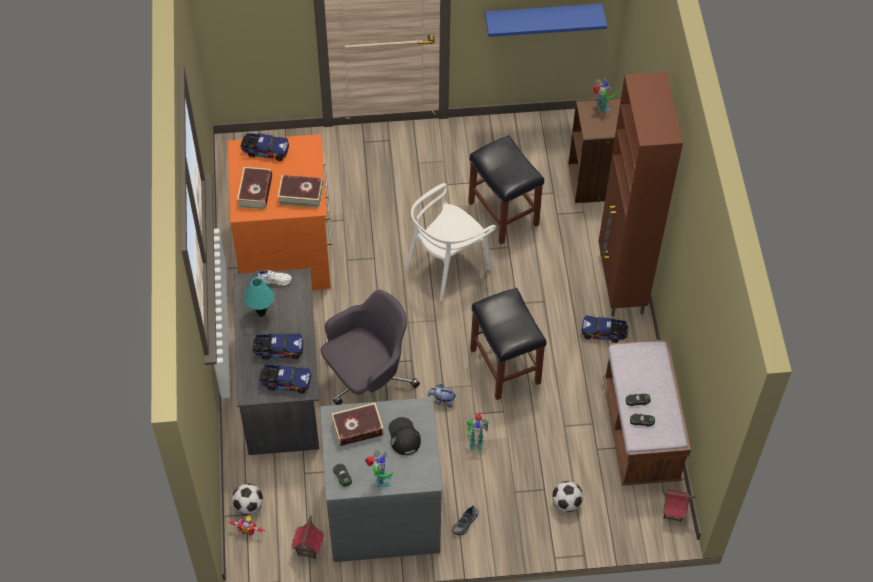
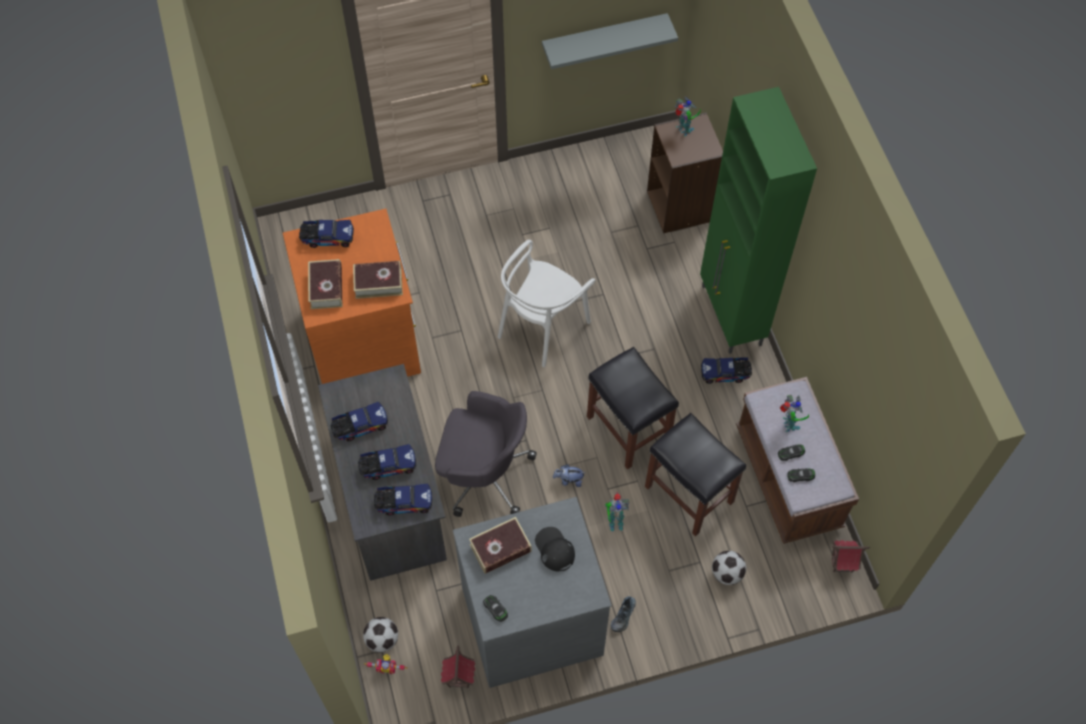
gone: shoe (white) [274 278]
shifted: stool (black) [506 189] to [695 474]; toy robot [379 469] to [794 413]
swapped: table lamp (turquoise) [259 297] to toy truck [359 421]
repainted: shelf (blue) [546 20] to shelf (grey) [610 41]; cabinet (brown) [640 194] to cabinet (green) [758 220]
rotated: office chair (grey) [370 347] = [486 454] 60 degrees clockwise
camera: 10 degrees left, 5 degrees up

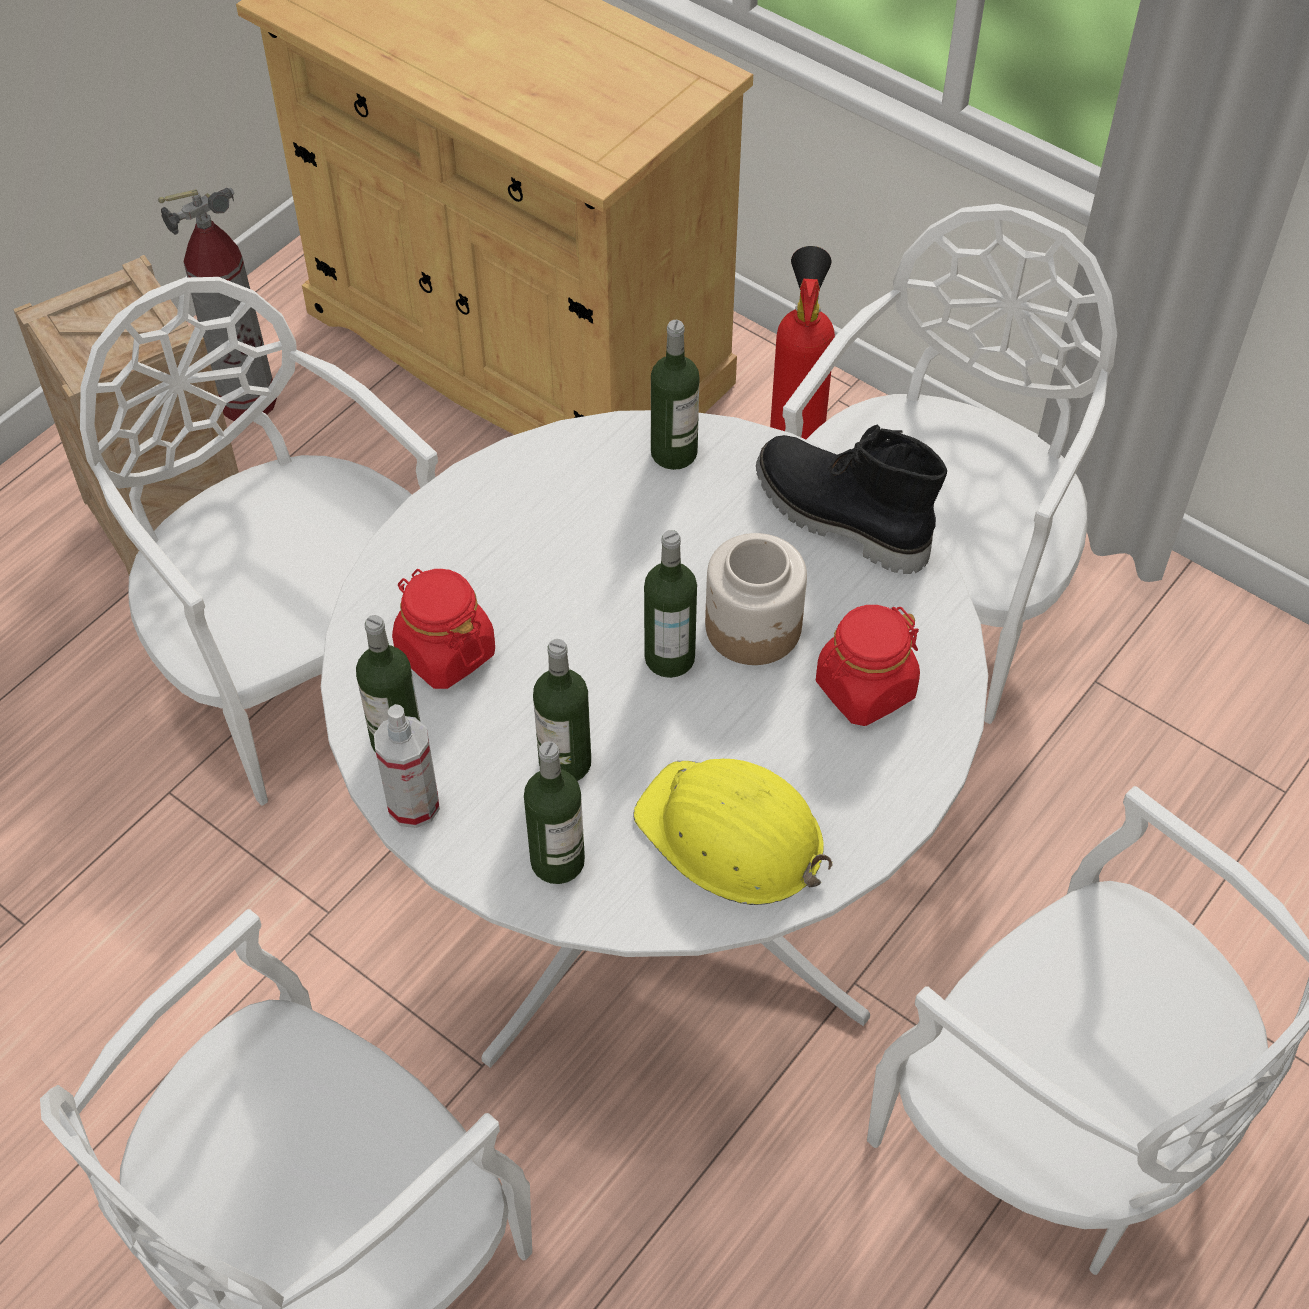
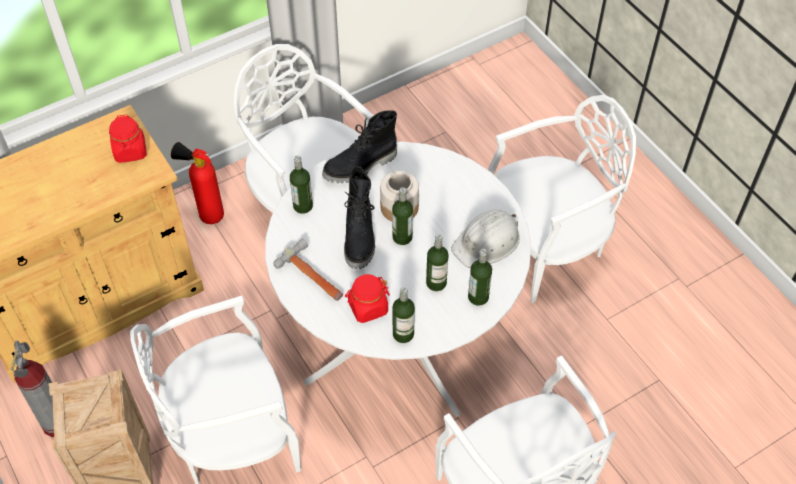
gone: spray bottle [407 766]
new: boot (black) [359 217]; hammer [308 269]
shifted: jar (red) [868 665] to [128 138]
repainted: hard hat (yellow) [732 832] to hard hat (white) [485 239]
camera: 70 degrees left, 0 degrees up

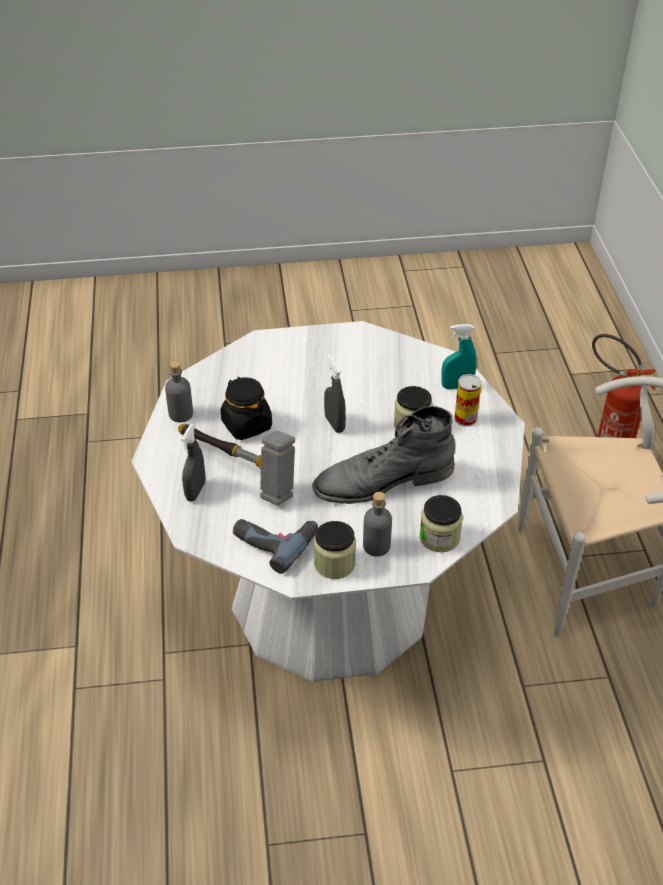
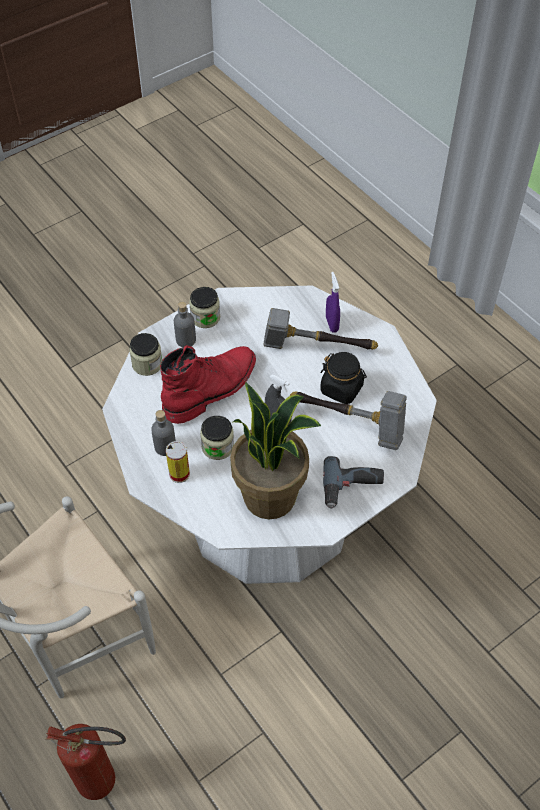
gone: spray bottle (turquoise) [459 356]
new: potted plant [275 450]; hammer [348 420]
shifted: bottle (grey) [179 392] to [163 433]; power drill [275 546] to [353 482]
repainted: boot (grey) [383 455] to boot (red) [208 384]; spray bottle (grey) [193 462] to spray bottle (purple) [333 302]
camera: 150 degrees right, 10 degrees up

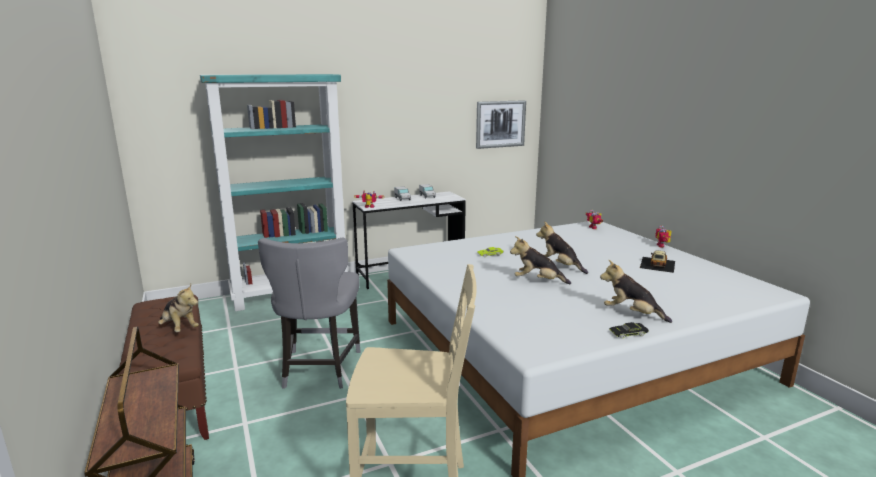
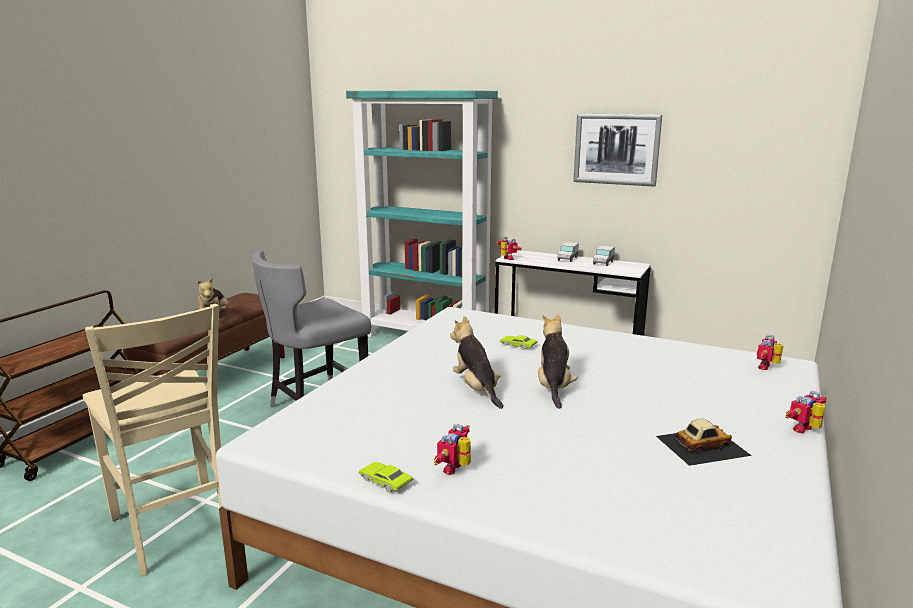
shifted: picture [501 124] to [617 150]
swapped: plush toy [636 291] to toy robot [452 449]
repainted: toy car (black) [629 330] to toy car (green) [385 477]
camera: 50 degrees right, 0 degrees up

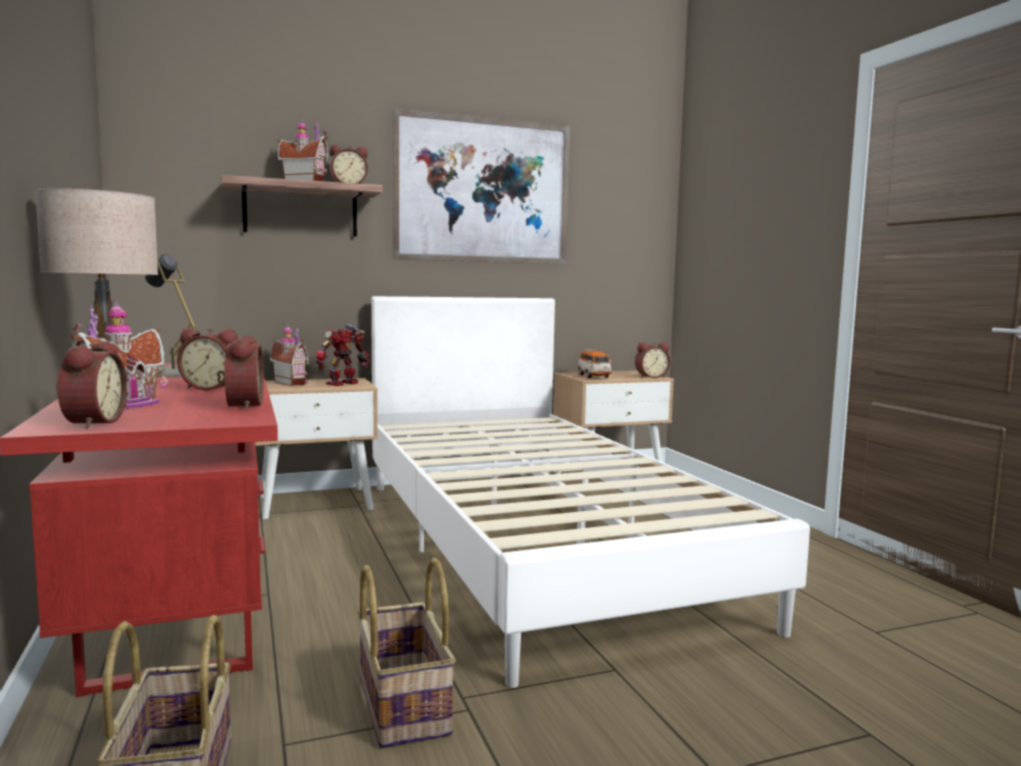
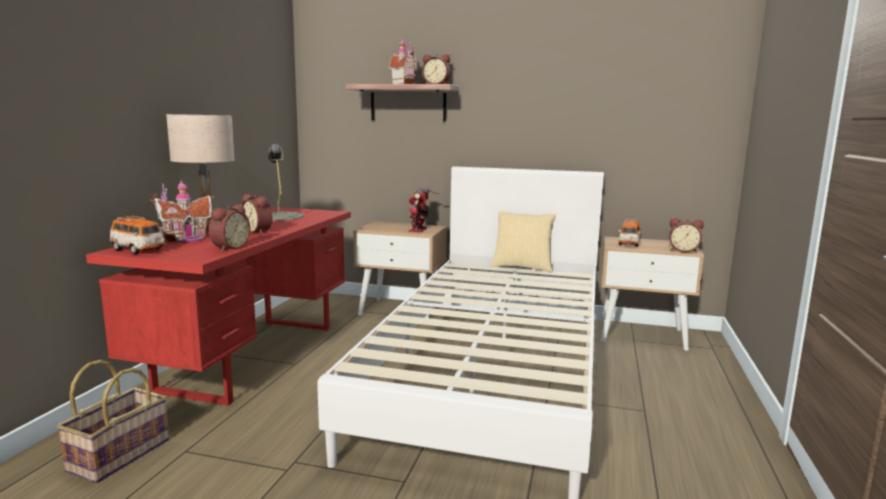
gone: picture [481 186]; toy house [289 355]; basket [406 653]
new: pillow [523 241]
swapped: alarm clock [91 385] to toy car [138 234]
rotated: toy robot [343 355] = [424 209] 60 degrees counterclockwise
camera: 35 degrees right, 5 degrees up

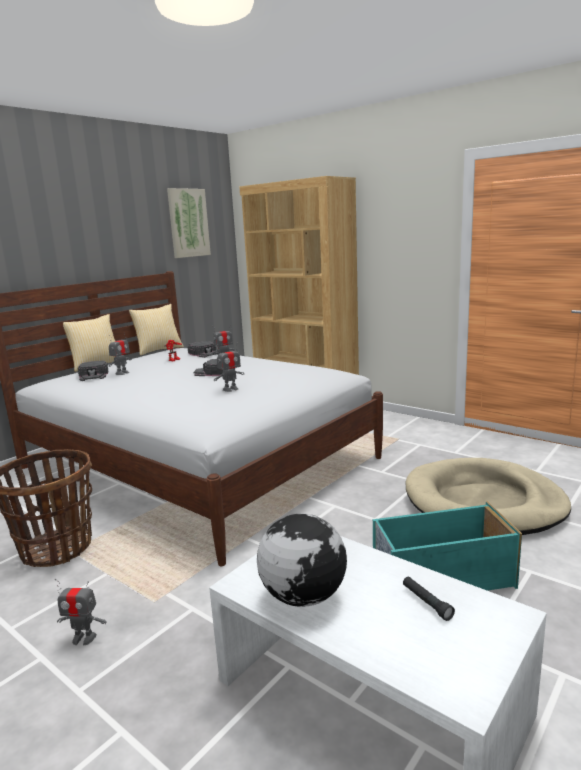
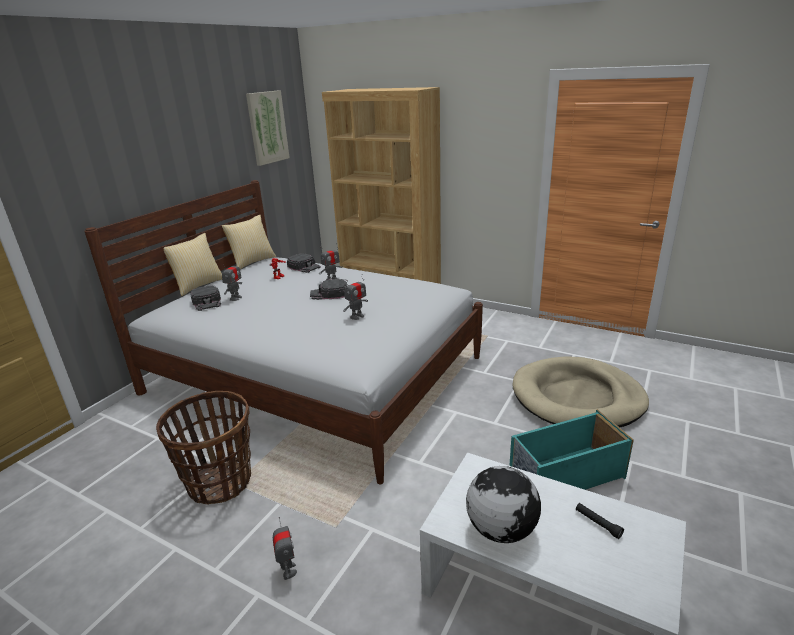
rotated: toy robot [80 612] = [285 548] 105 degrees counterclockwise
camera: 10 degrees left, 10 degrees up

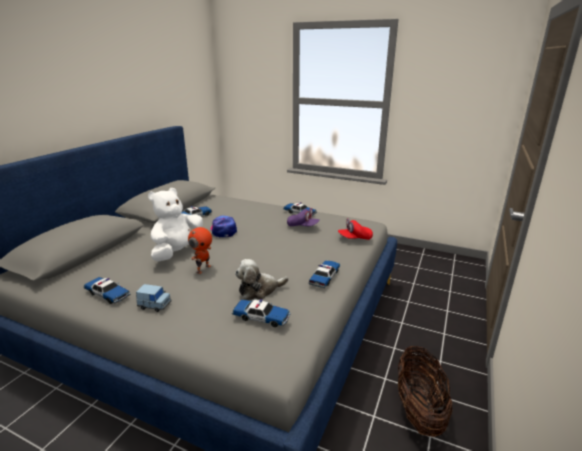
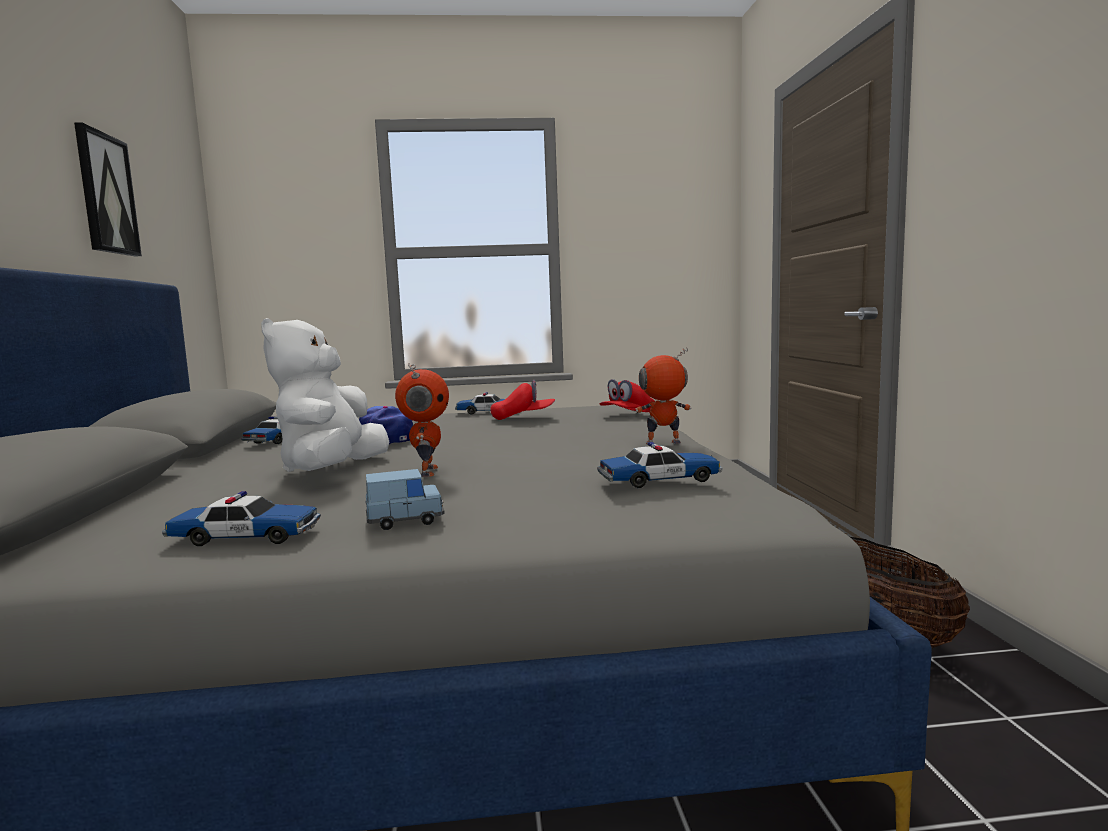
gone: plush toy [262 279]
new: picture [108 189]
swapped: toy car [324 274] to toy robot [663 396]
repainted: cap (purple) [303 217] to cap (red) [522 400]
camera: 30 degrees left, 15 degrees down

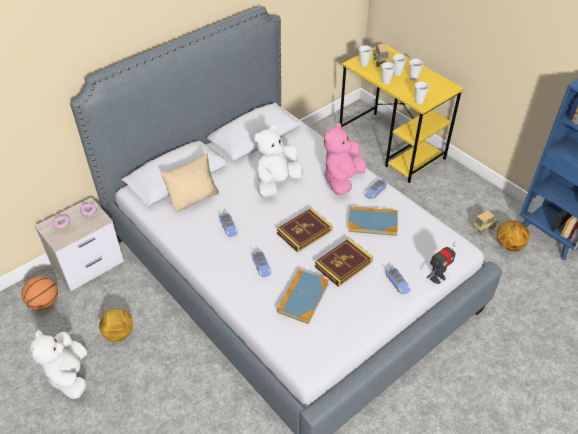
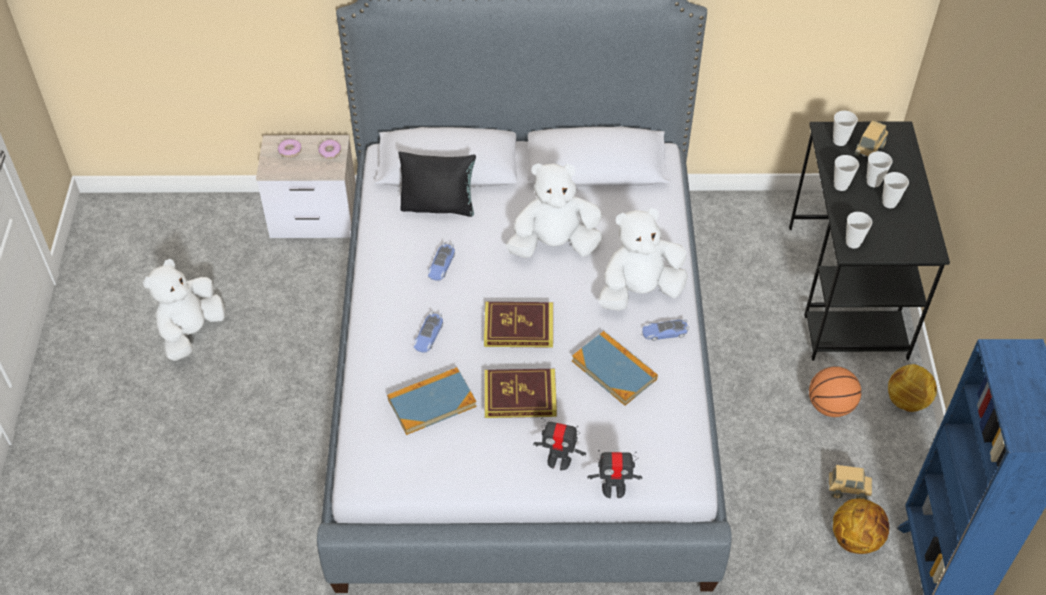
shifted: basketball [39 293] to [835 391]; football [116 325] to [912 388]
swapped: toy car [398 279] to toy robot [559 444]
repainted: desk (yellow) [402 113] to desk (black) [869 241]; plush toy (pink) [345 159] to plush toy (white) [643 259]; pillow (beige) [190 183] to pillow (black) [437 184]
camera: 40 degrees right, 5 degrees up

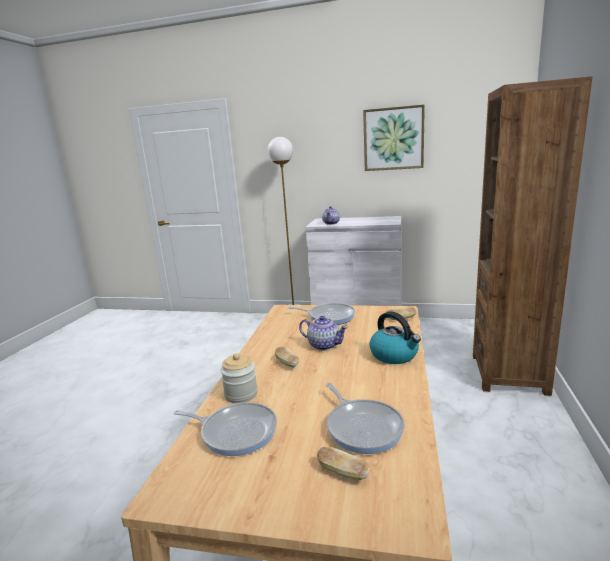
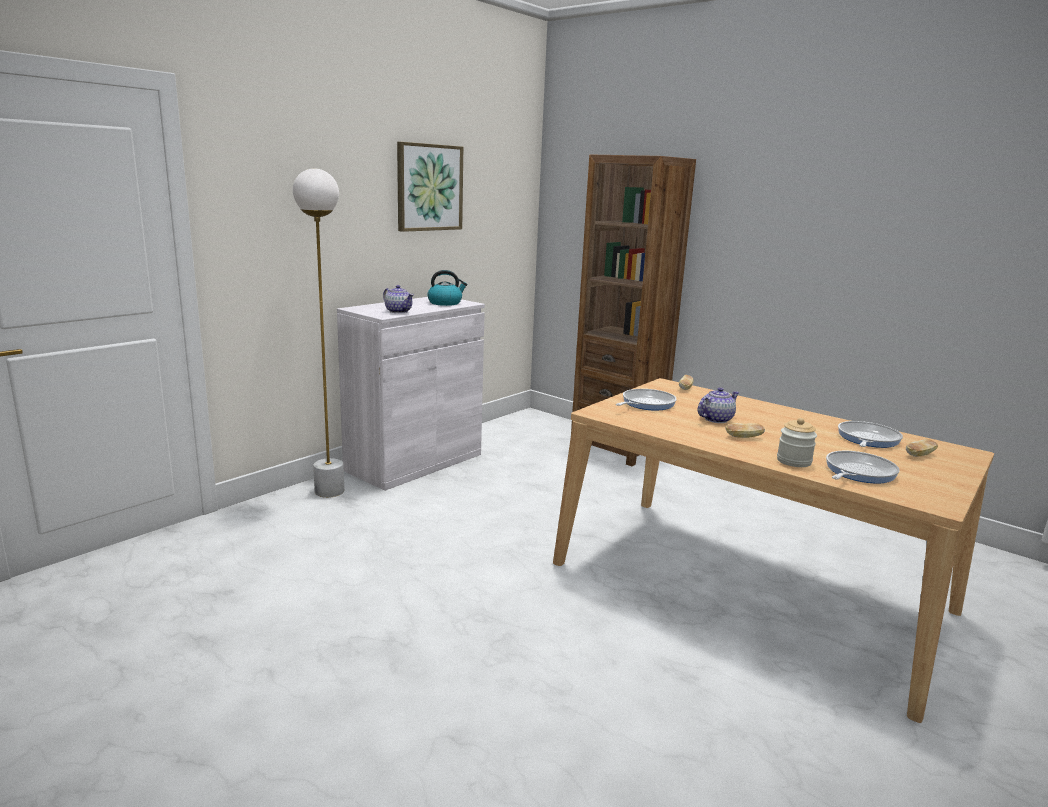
shifted: kettle [395 337] to [447 288]
rotated: frying pan [365 418] = [870 434] 60 degrees counterclockwise
camera: 65 degrees left, 0 degrees up

